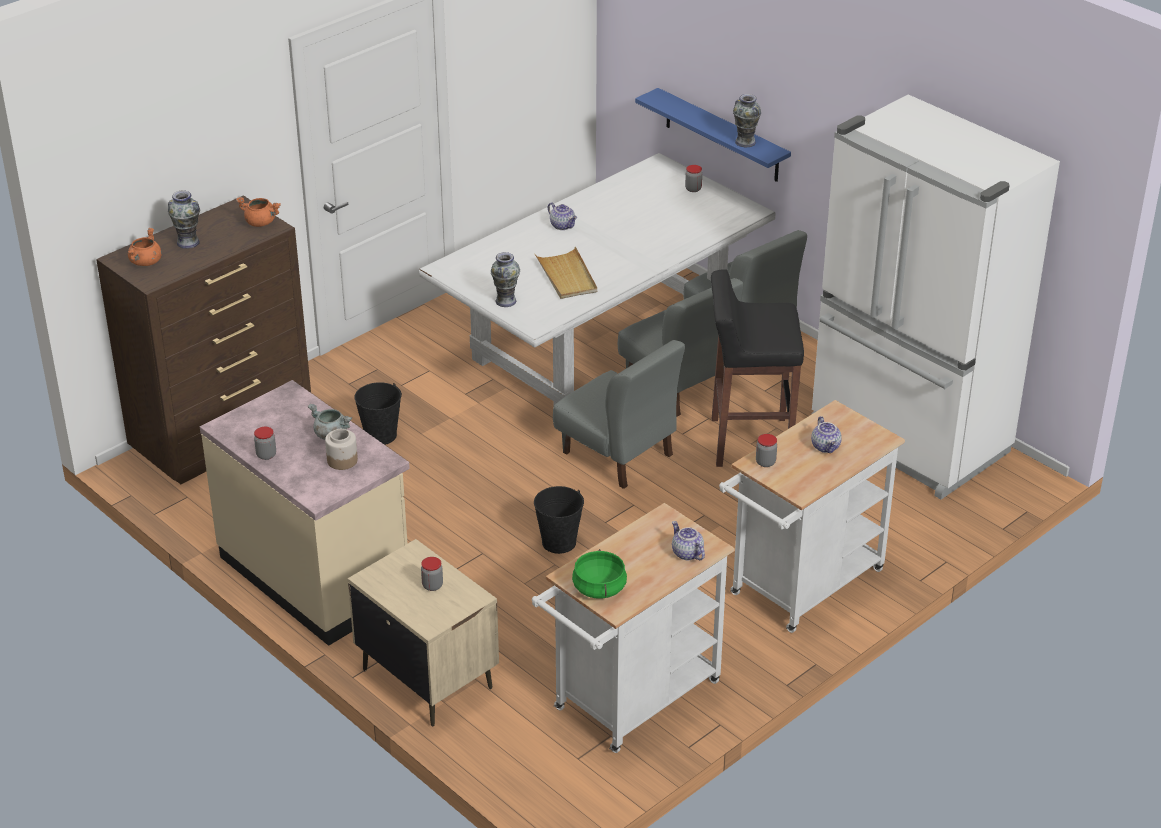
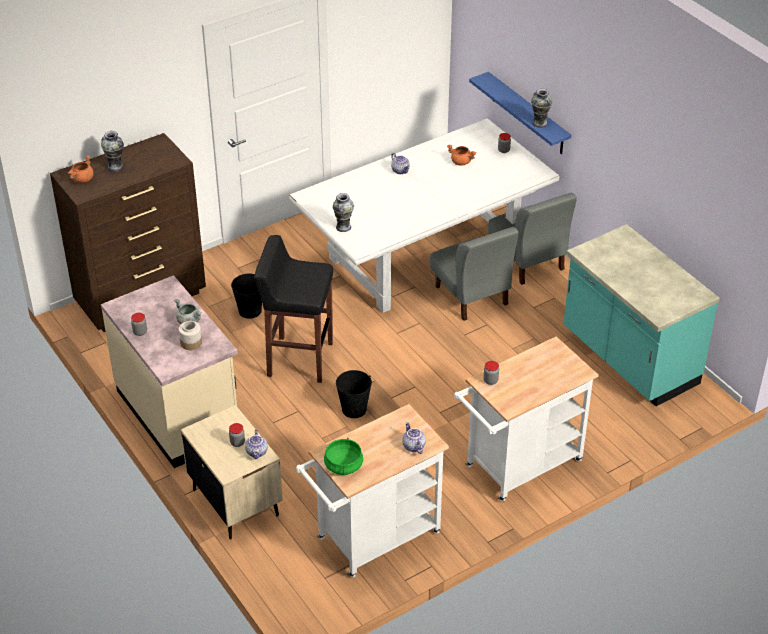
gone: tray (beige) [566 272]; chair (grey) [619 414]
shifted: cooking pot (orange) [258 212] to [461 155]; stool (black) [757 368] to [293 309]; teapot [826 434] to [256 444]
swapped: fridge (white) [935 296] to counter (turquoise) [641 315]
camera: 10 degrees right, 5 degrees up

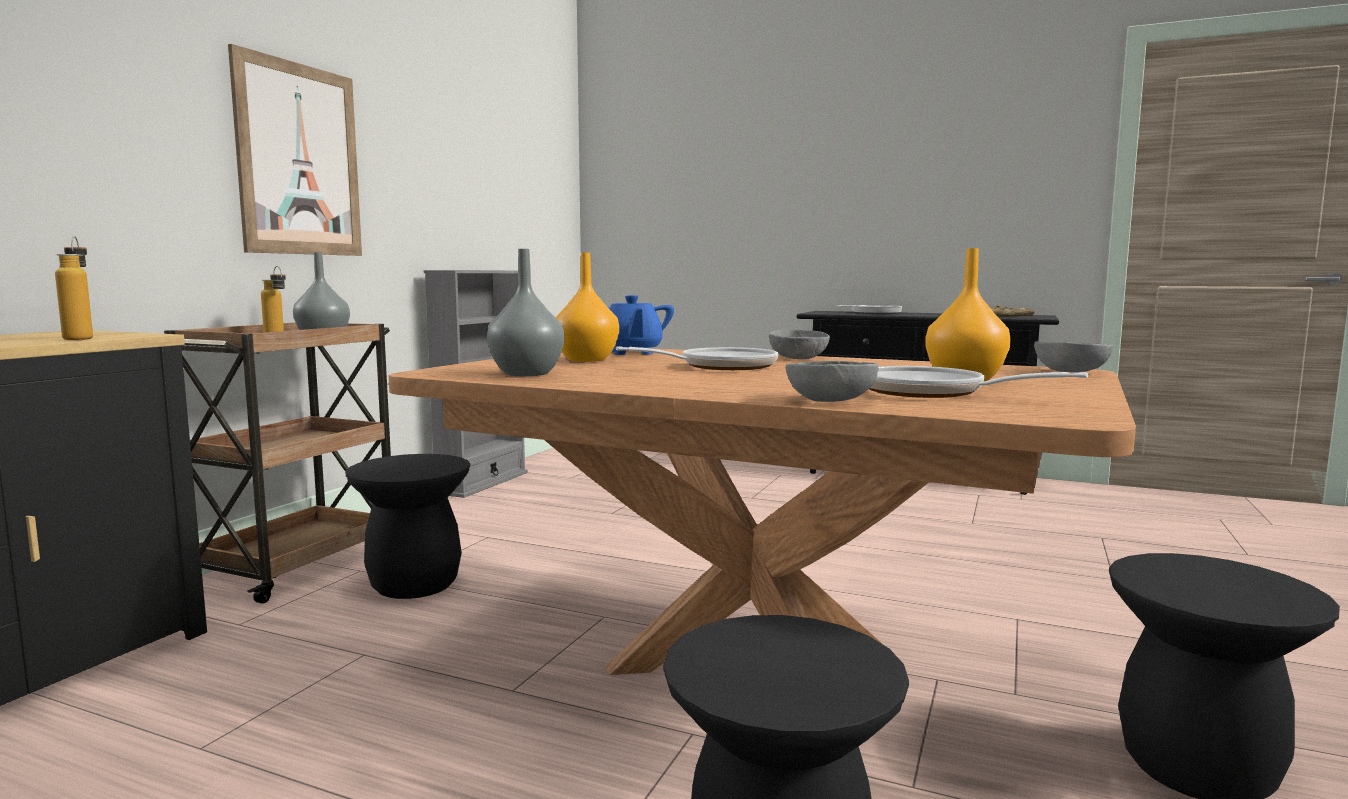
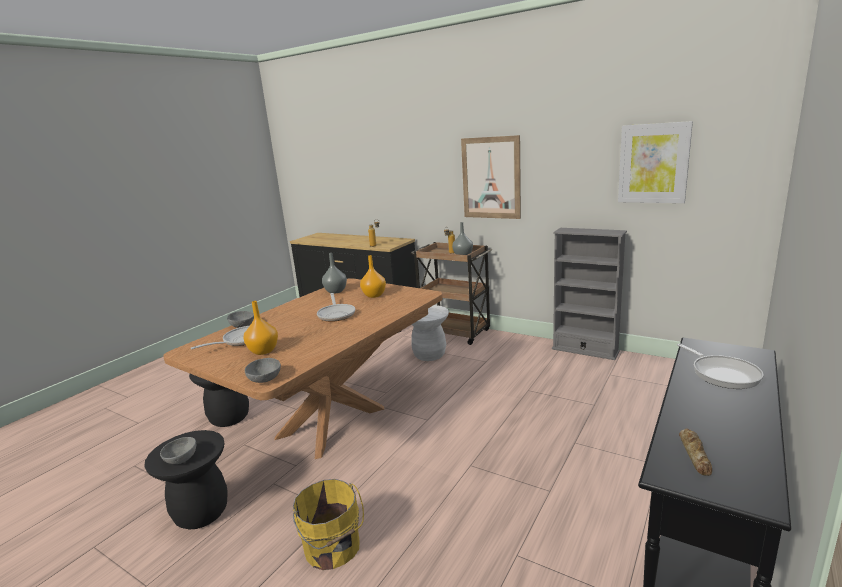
gone: teapot (blue) [641 325]
new: picture [655 162]; bucket (yellow) [328 524]
shifted: bowl (grey) [799 344] to [178 450]
repainted: stool (black) [408 526] to stool (white) [430 333]
camera: 100 degrees right, 10 degrees up

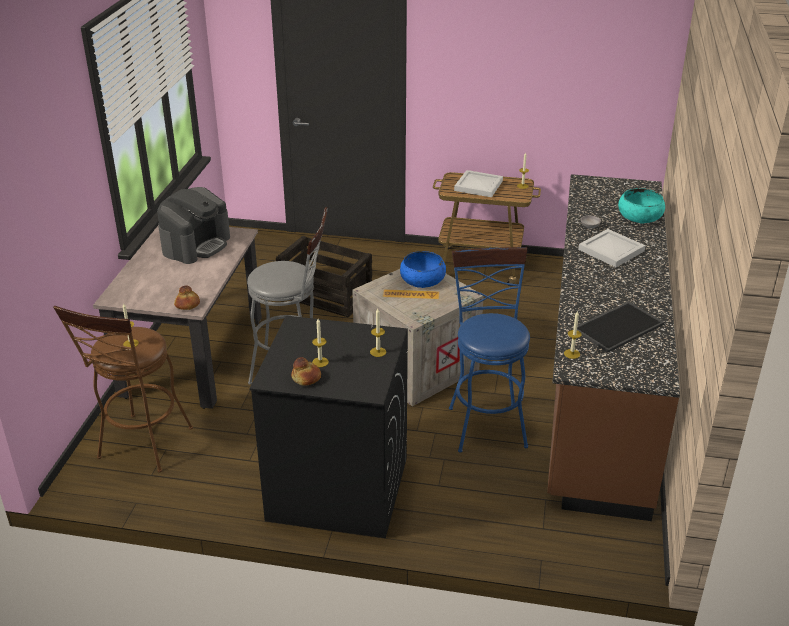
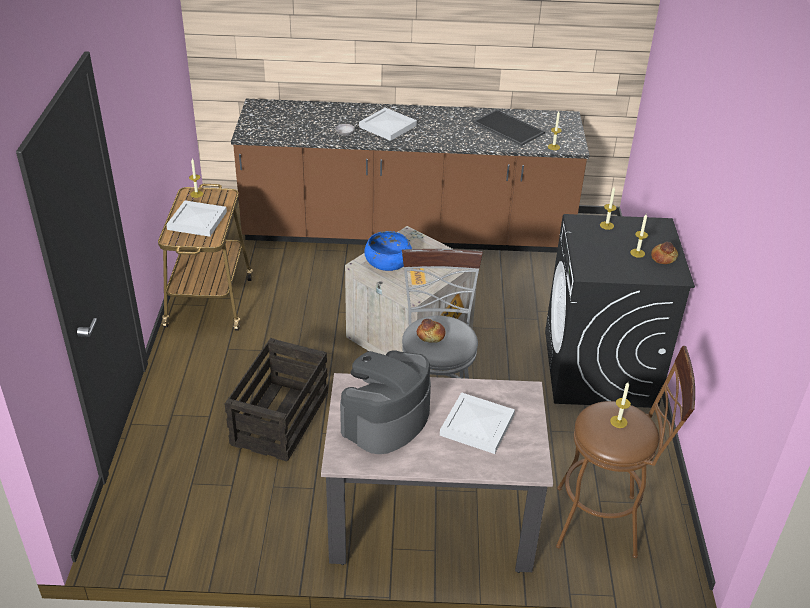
gone: bowl (turquoise) [641 206]; stool (blue) [489 350]
new: tray (white) [477 423]
shifted: bread [187 297] to [431 331]
rotated: coffee machine [193 225] = [385 402] 75 degrees counterclockwise
camera: 100 degrees left, 5 degrees up

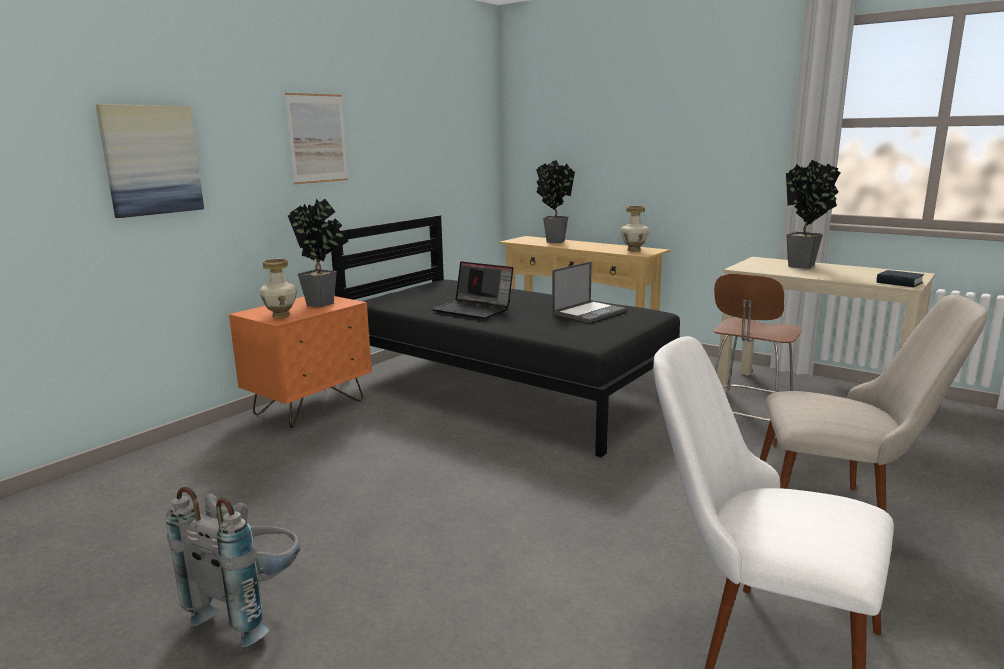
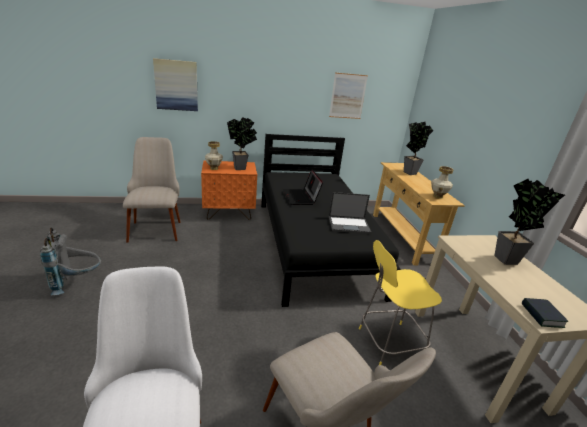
new: chair (beige) [151 190]
shifted: picture [316 138] to [348 95]
repainted: stool (brown) [757 360] to stool (yellow) [400 302]
camera: 40 degrees right, 10 degrees up

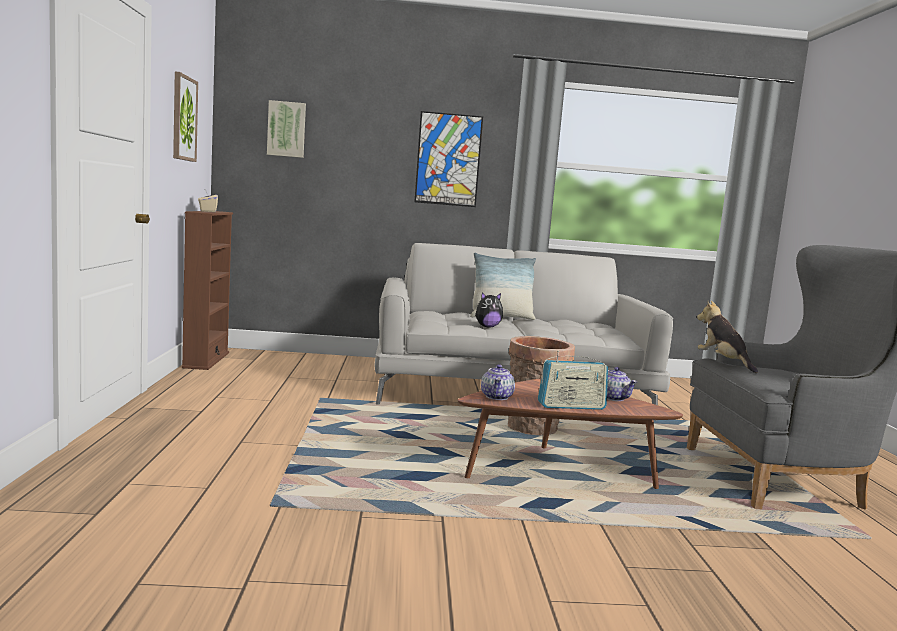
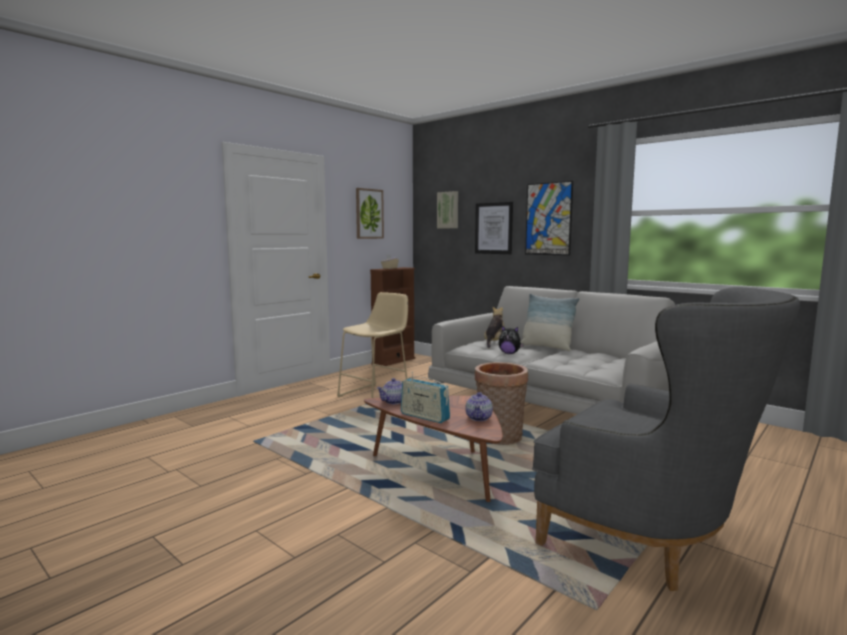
new: picture [494 228]; stool (beige) [372 345]
shifted: plush toy [727 337] to [494 327]
camera: 45 degrees right, 0 degrees up

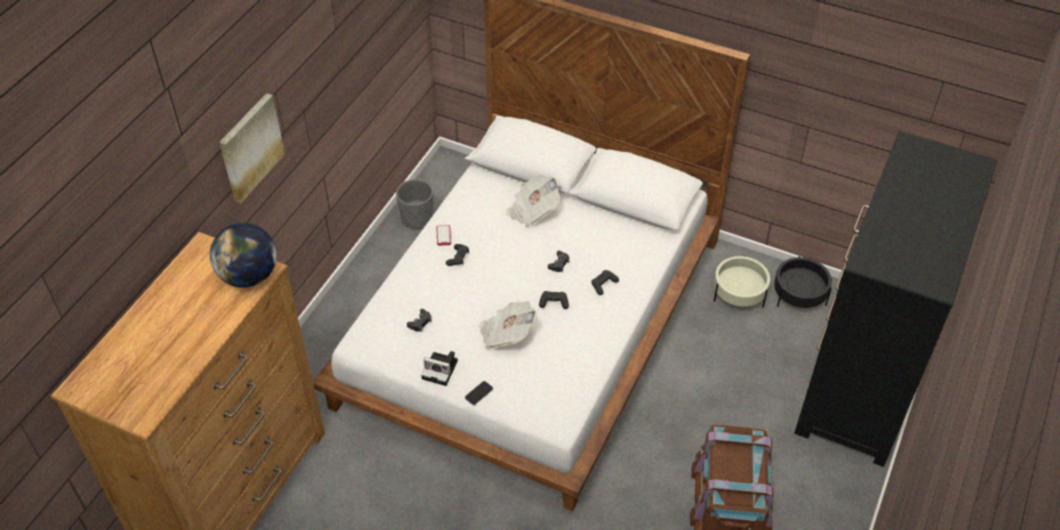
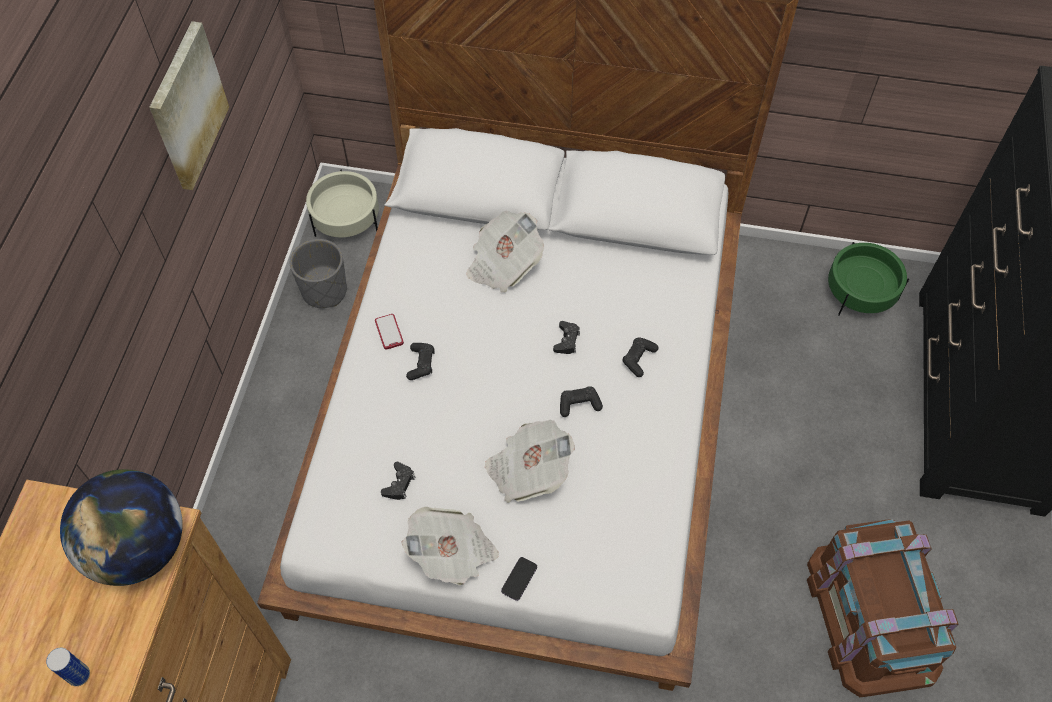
new: can [68 667]
shifted: picture [252 148] to [189 105]; planter (beige) [742 281] to [342 203]
swapped: photo camera [439 368] to newspaper [450 546]
repainted: planter (black) [803 282] to planter (green) [868 279]
camera: 15 degrees left, 10 degrees up

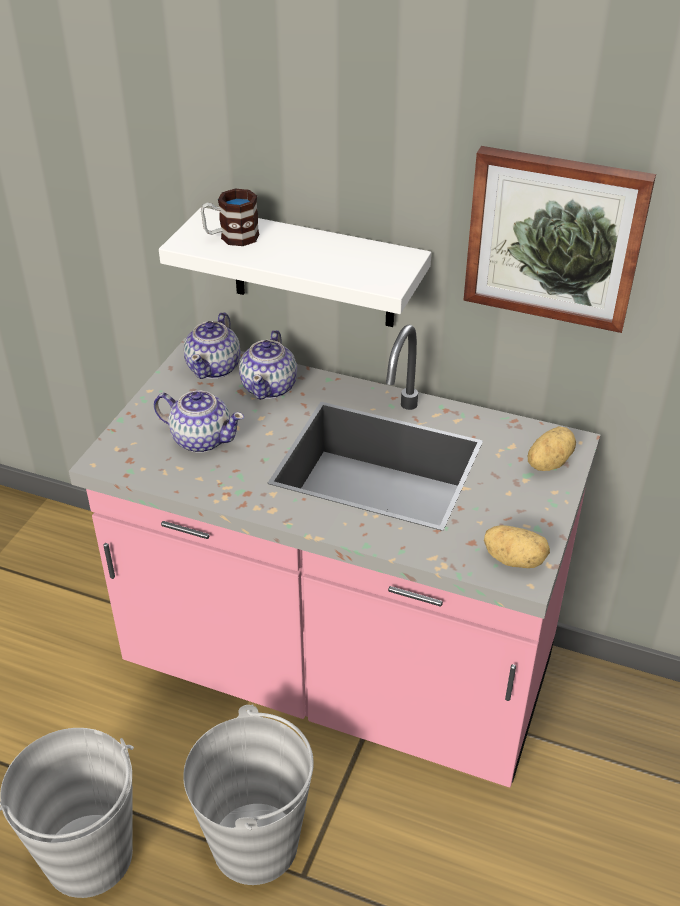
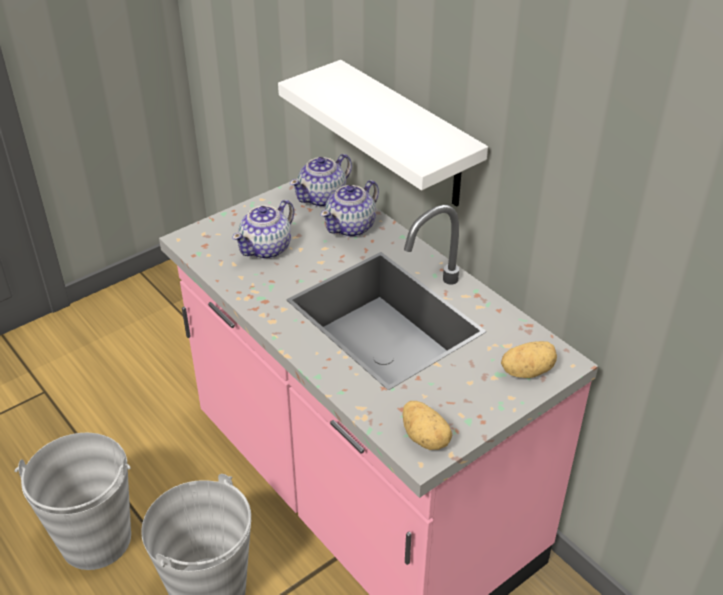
gone: picture [559 239]; mug [230 217]
rotated: teapot [199 422] = [263 229] 75 degrees clockwise
camera: 30 degrees right, 0 degrees up

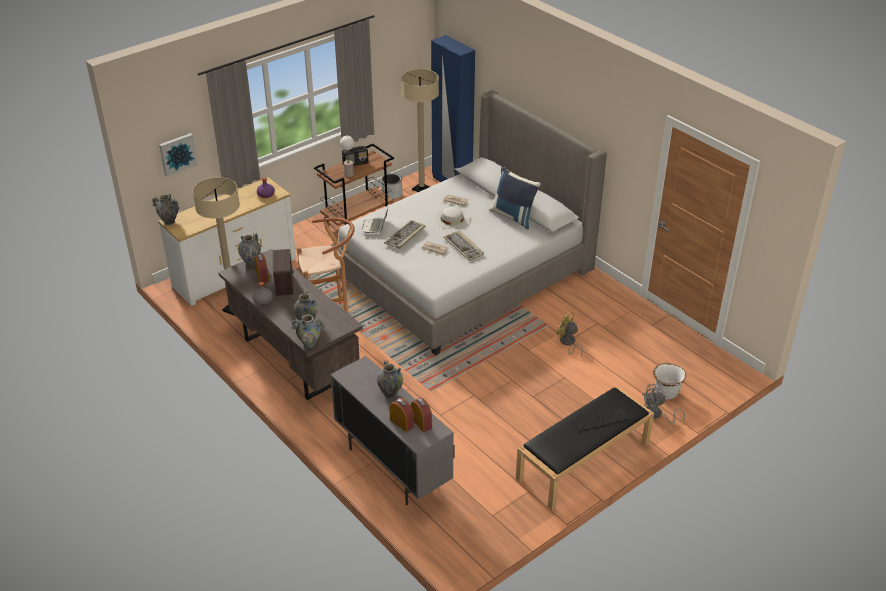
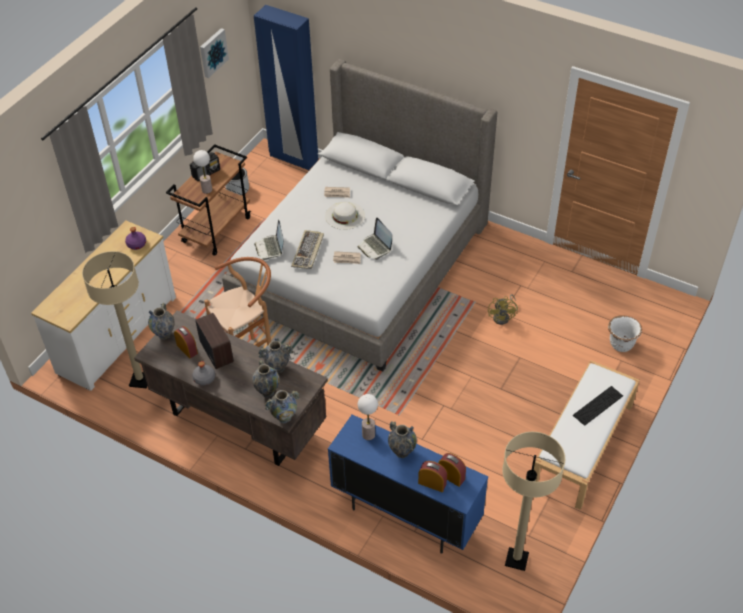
gone: pillow (blue) [515 198]; fan (grey) [664 404]
new: table lamp [368 417]
shifted: floor lamp (beige) [420 130] to [533 501]; picture [178 154] to [214 53]; vase [166 209] to [276 355]
swapped: keyboard [464 245] to laptop [375 238]
repainted: cabinet (grey) [392 430] to cabinet (blue) [408 484]; bench (black) [585 448] to bench (white) [587 435]
rotated: fan (yellow) [569 335] = [503 309] 105 degrees counterclockwise
camera: 20 degrees left, 10 degrees up

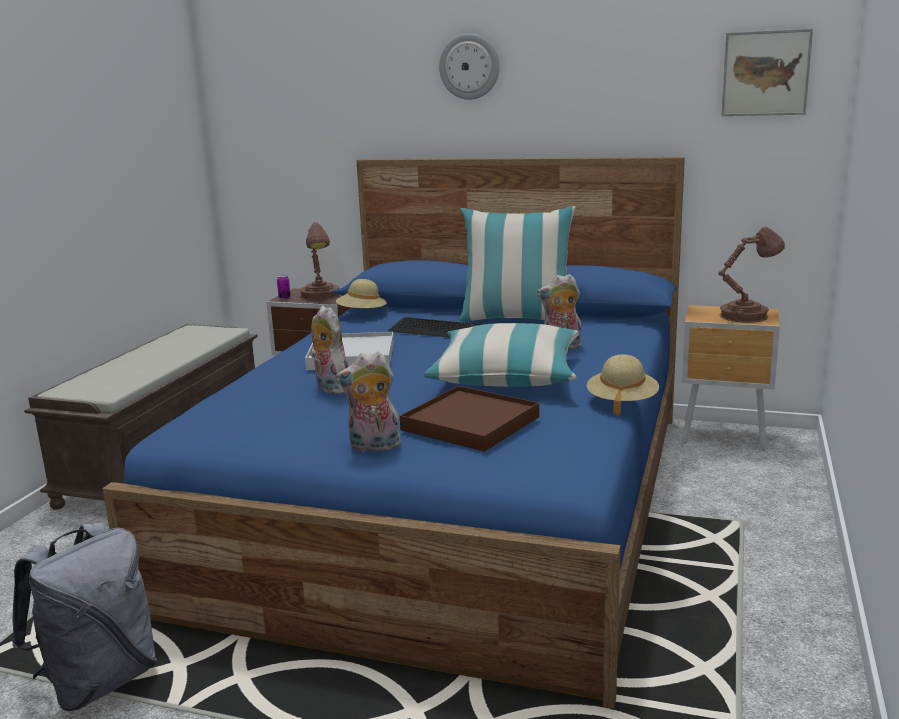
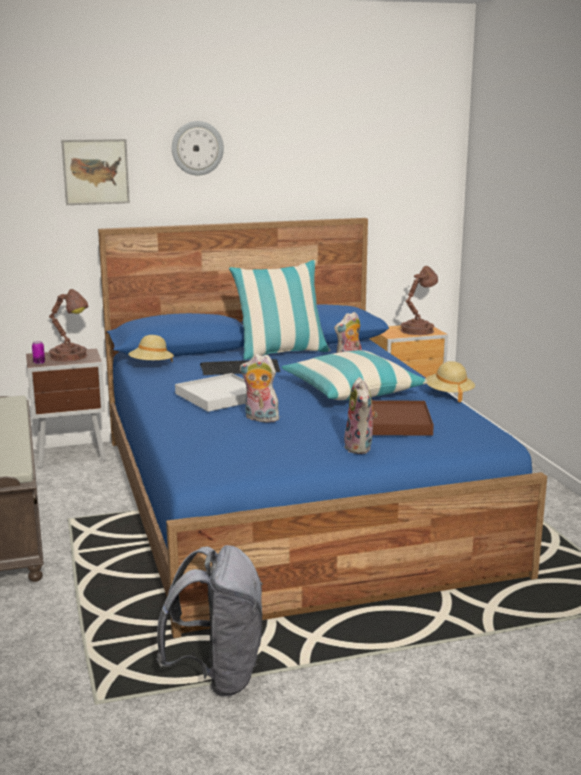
shifted: picture [767 72] to [95 172]
rotated: plush toy [370 402] = [361 415] 60 degrees counterclockwise
camera: 35 degrees left, 0 degrees up

